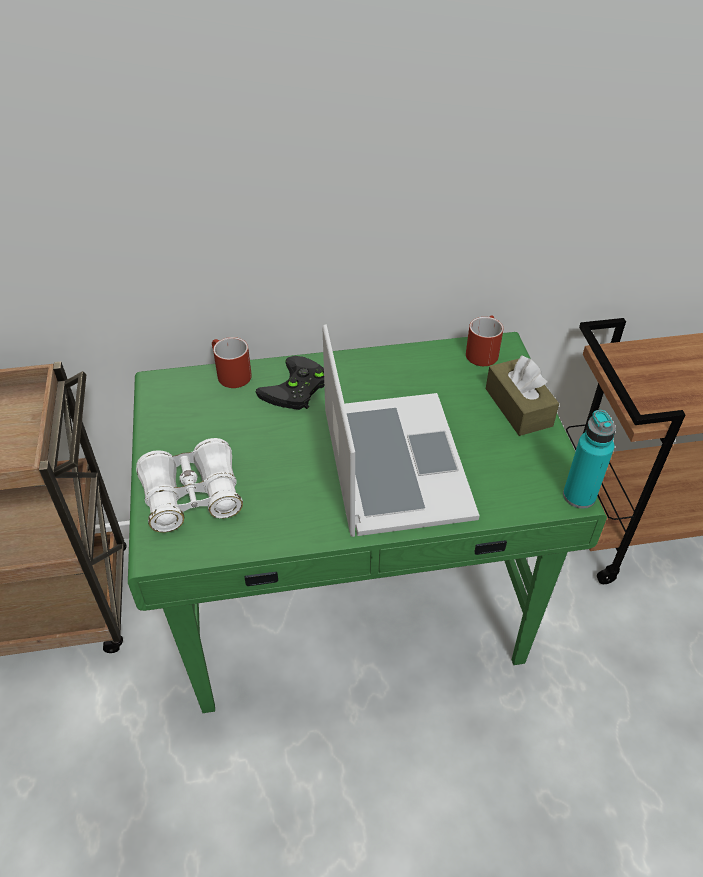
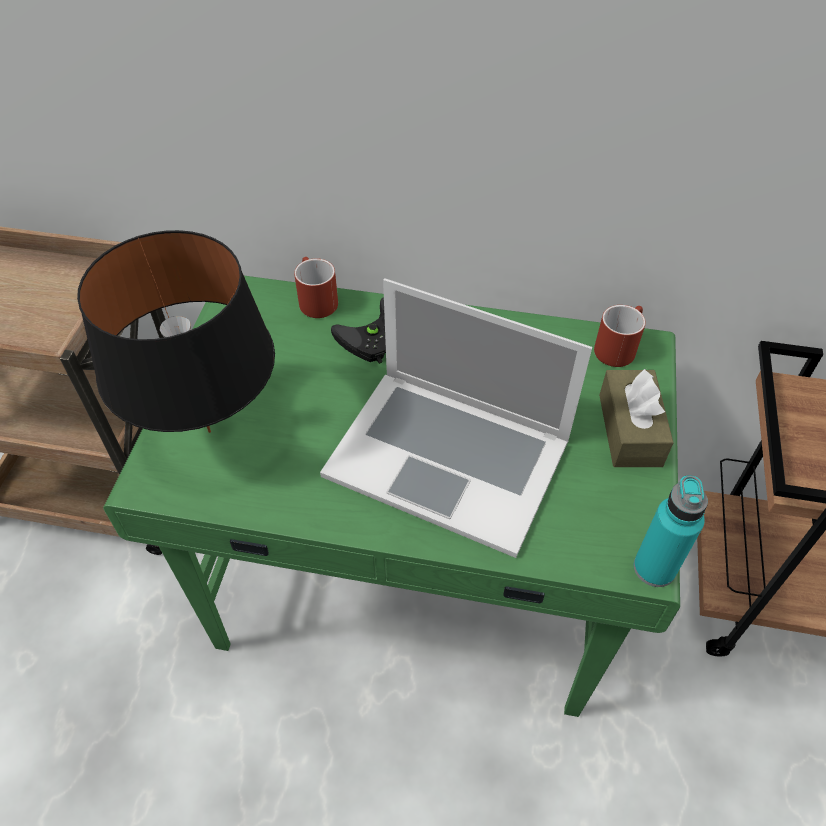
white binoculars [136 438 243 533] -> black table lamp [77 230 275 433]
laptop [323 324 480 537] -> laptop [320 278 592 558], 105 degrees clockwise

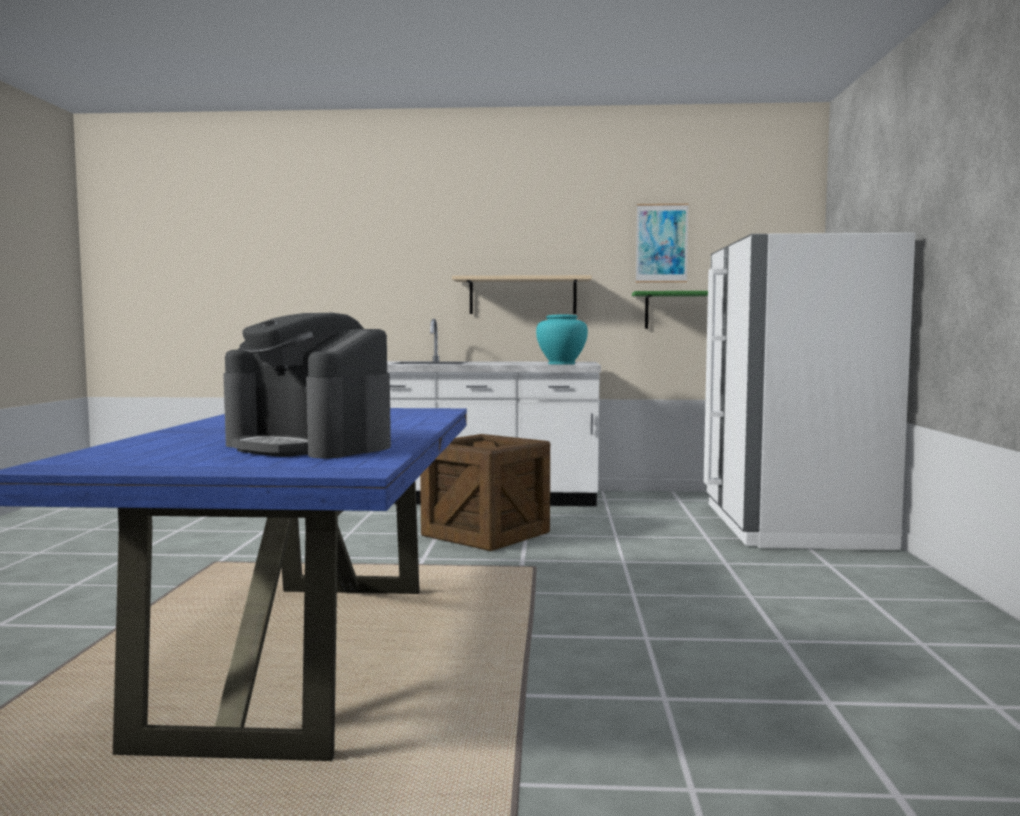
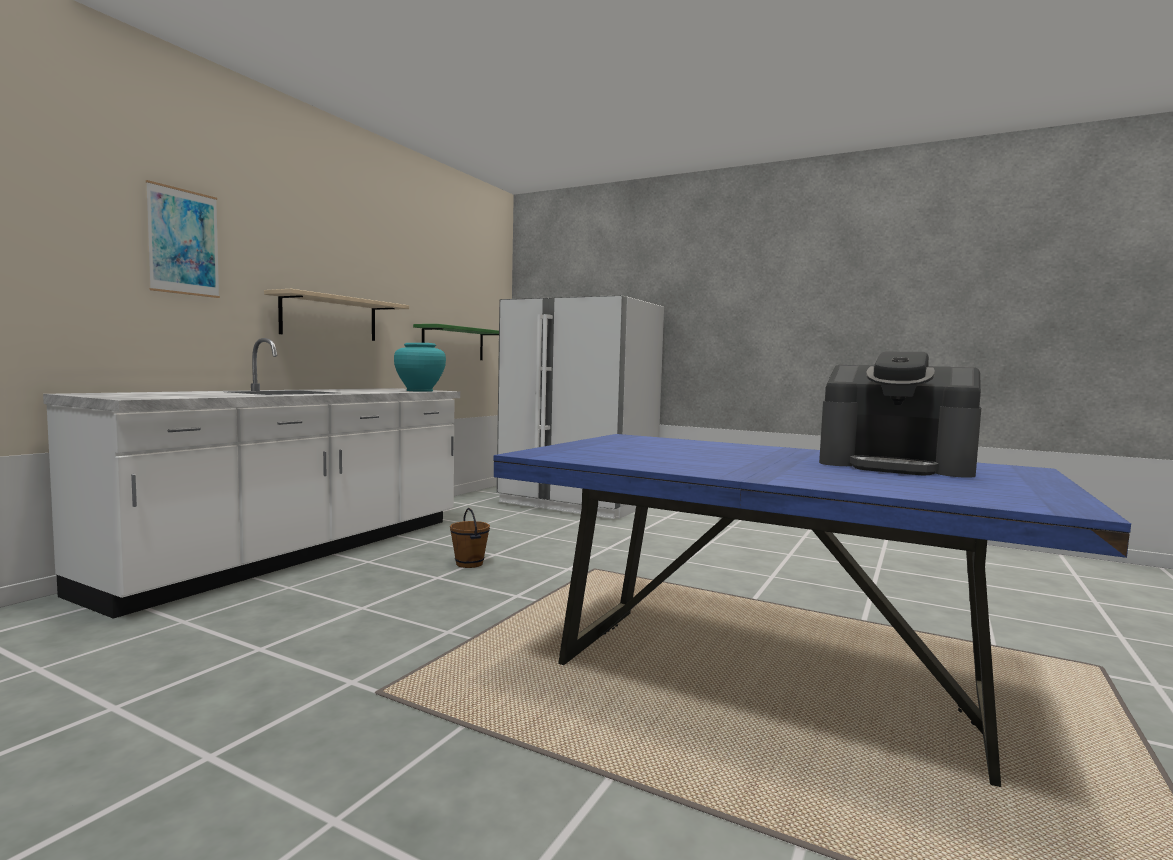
coffee machine [223 313 391 458] -> coffee machine [819 351 981 478], 60 degrees clockwise
crate [420 434 550 551] -> brown bucket [450 508 490 568]
picture [636 204 689 283] -> picture [146 180 220 298], shifted

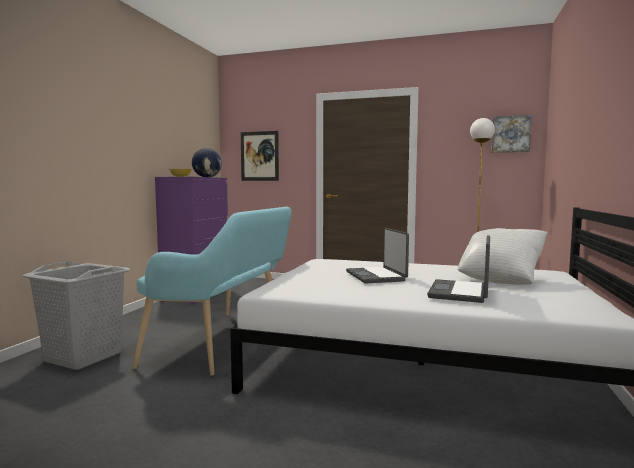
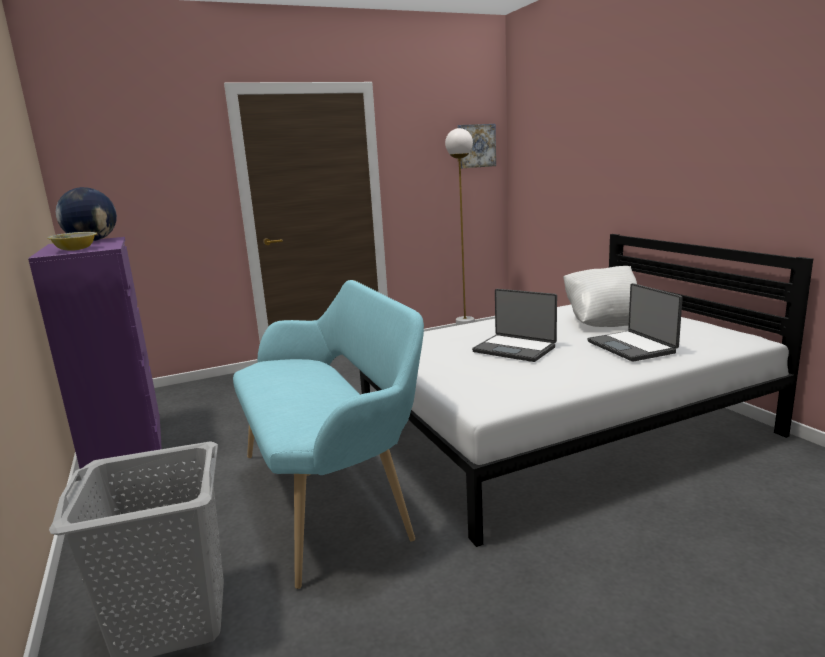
picture [241 131 279 181] -> none

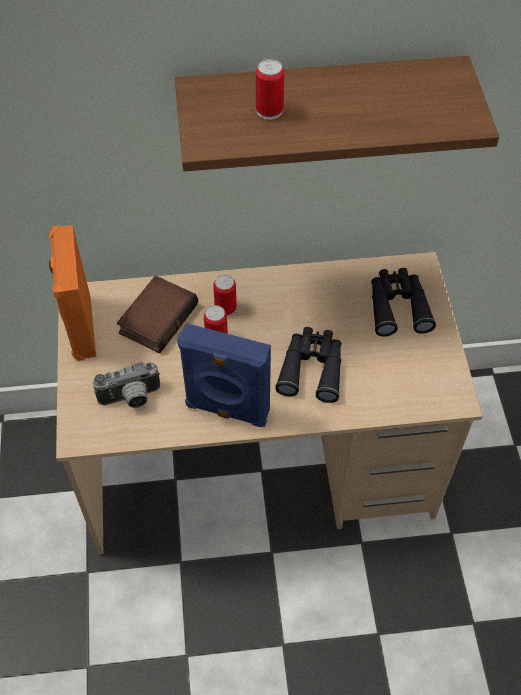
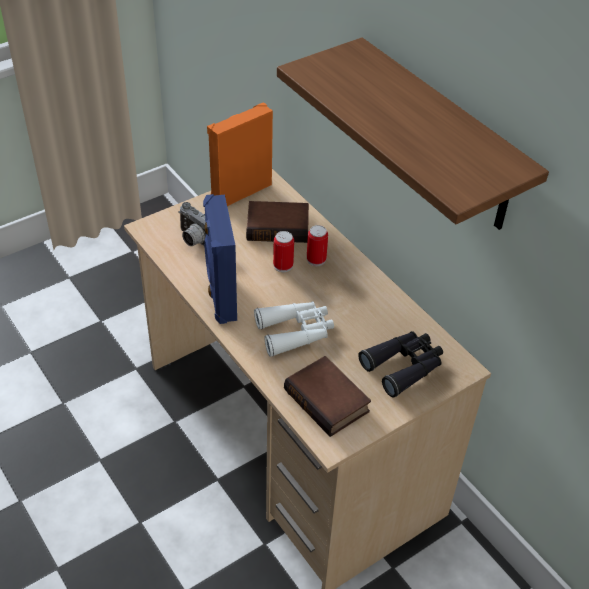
can [256 59 284 120] -> none
black binoculars [275 327 341 403] -> white binoculars [254 301 334 357]
none -> book [284 356 371 437]

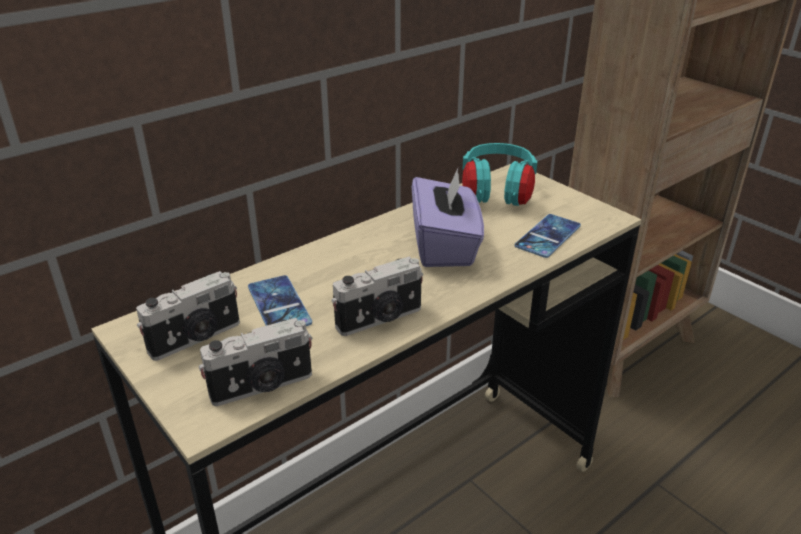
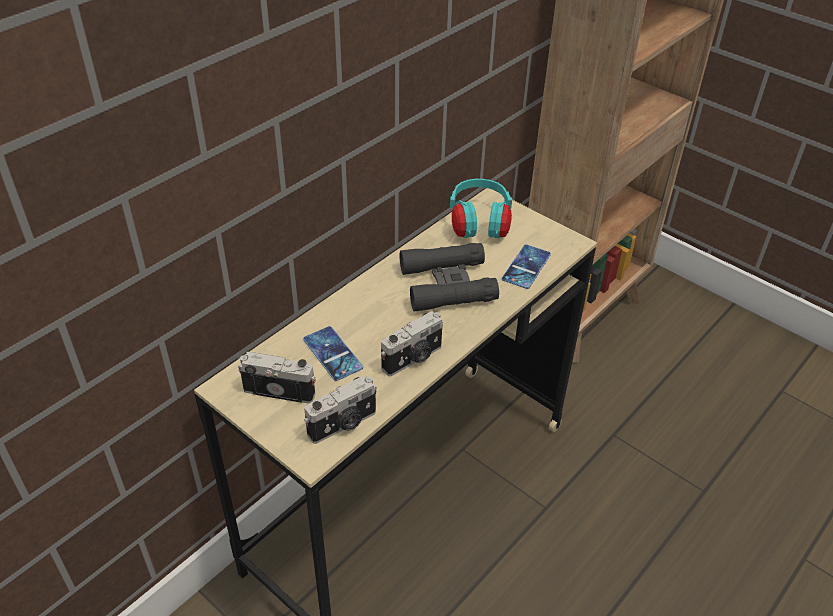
photo camera [136 271 240 361] -> photo camera [238 351 316 404], 120 degrees counterclockwise
purple tissue box [412 168 484 267] -> black binoculars [400 243 499 312]

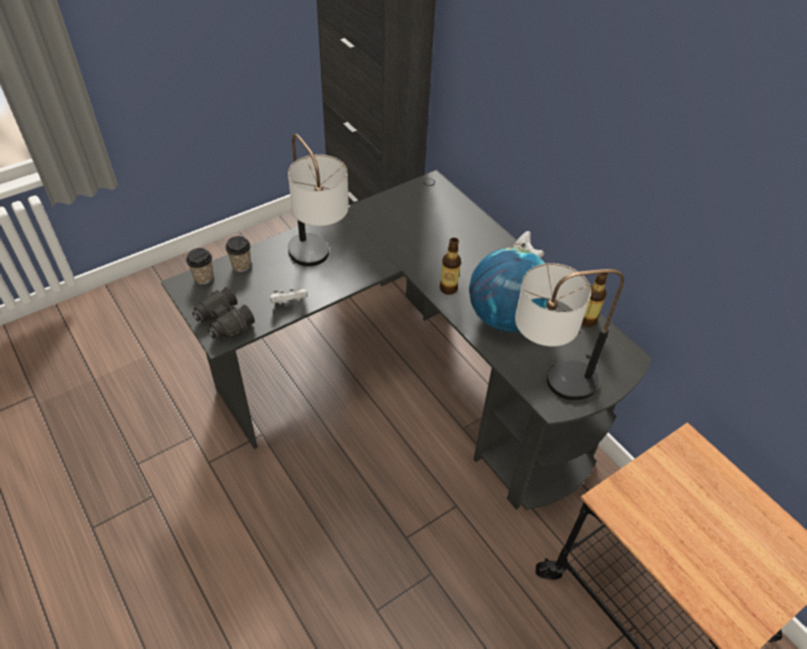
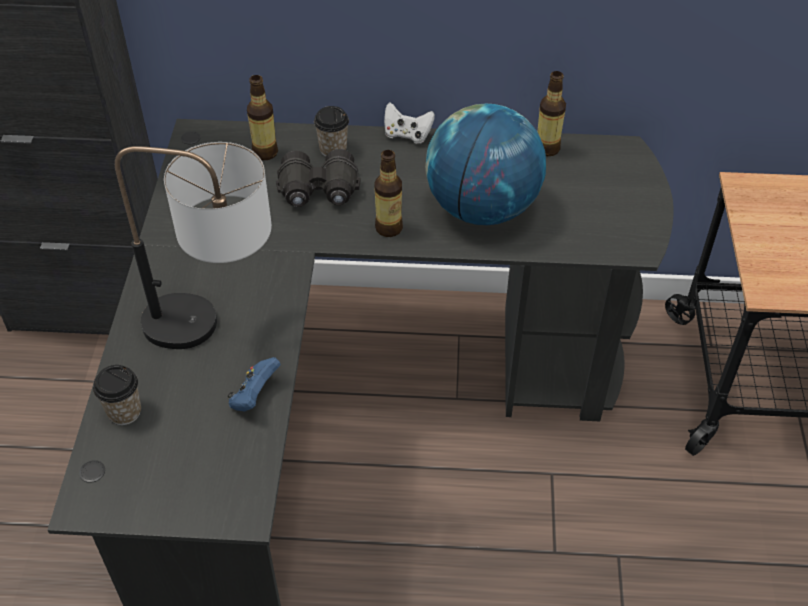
cup [186 248 213 284] -> cup [314 106 349 156], shifted
black binoculars [192 287 255 340] -> black binoculars [276 149 361 207], shifted
white game controller [270 289 308 305] -> blue game controller [227 357 281 411]
table lamp [515 263 624 400] -> none
none -> bottle [247 75 278 160]

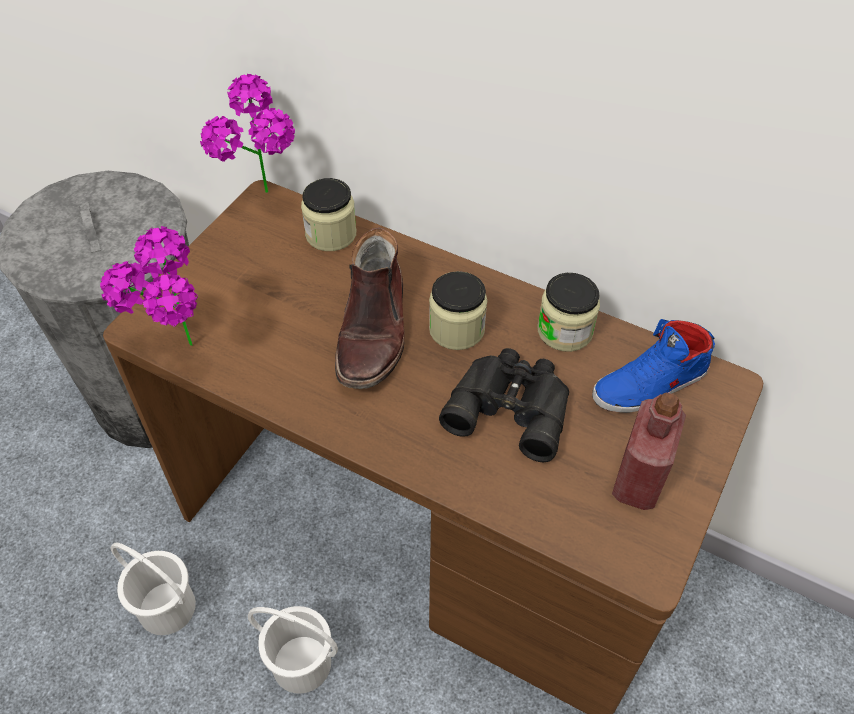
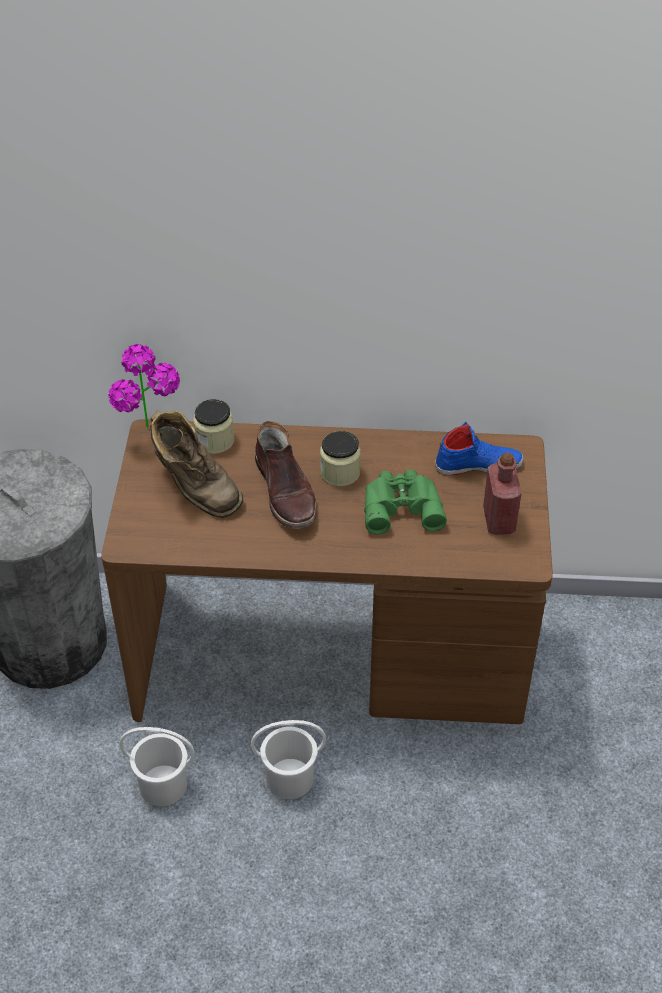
potted plant [100 226 198 346] -> none
black binoculars [439 348 569 462] -> green binoculars [364 470 447 534]
jar [538 273 600 352] -> none
blue shoe [592 319 715 413] -> blue shoe [435 422 523 475], 135 degrees counterclockwise
none -> brown boot [150 410 243 518]

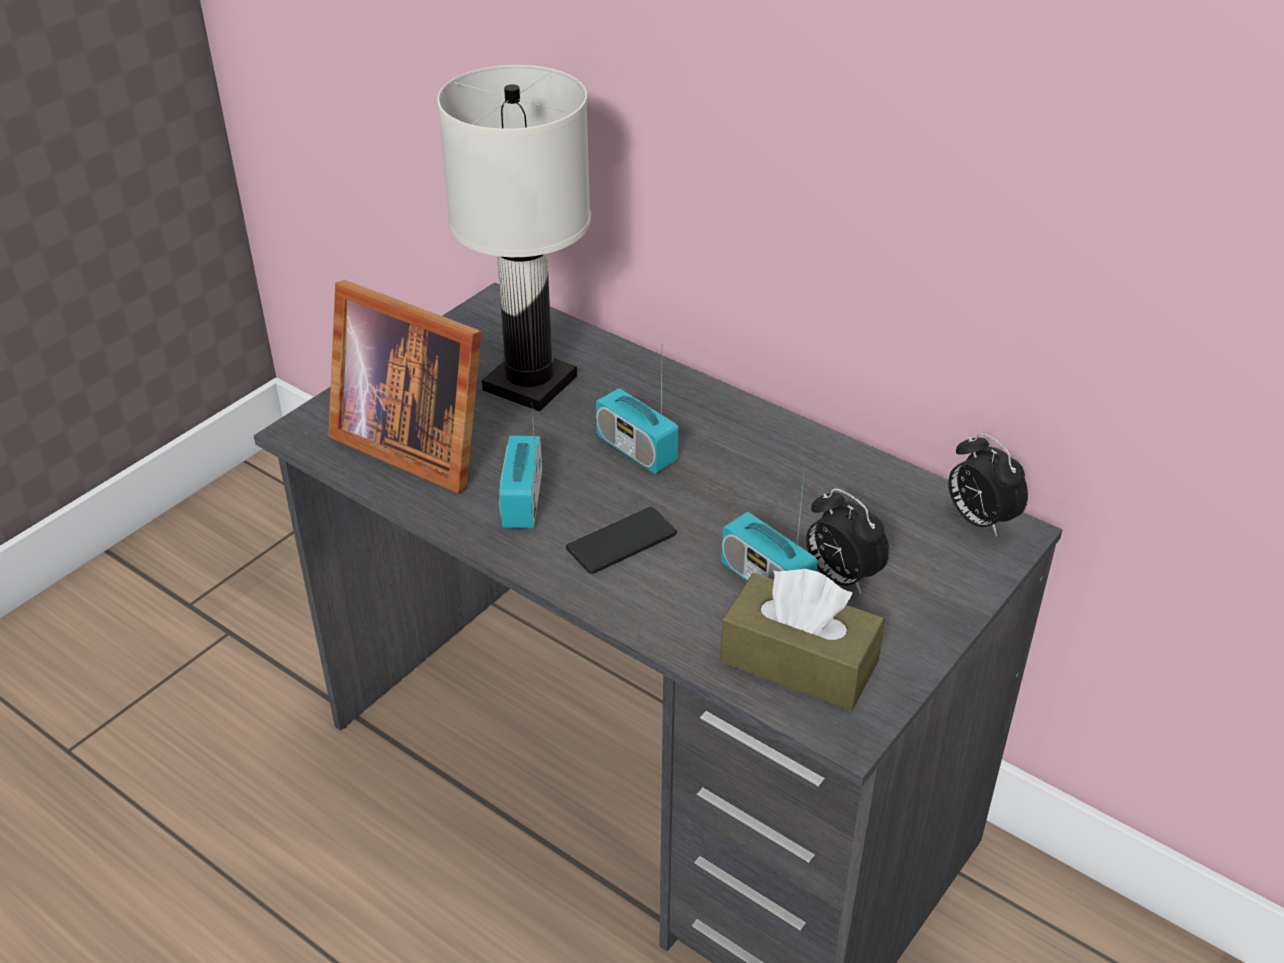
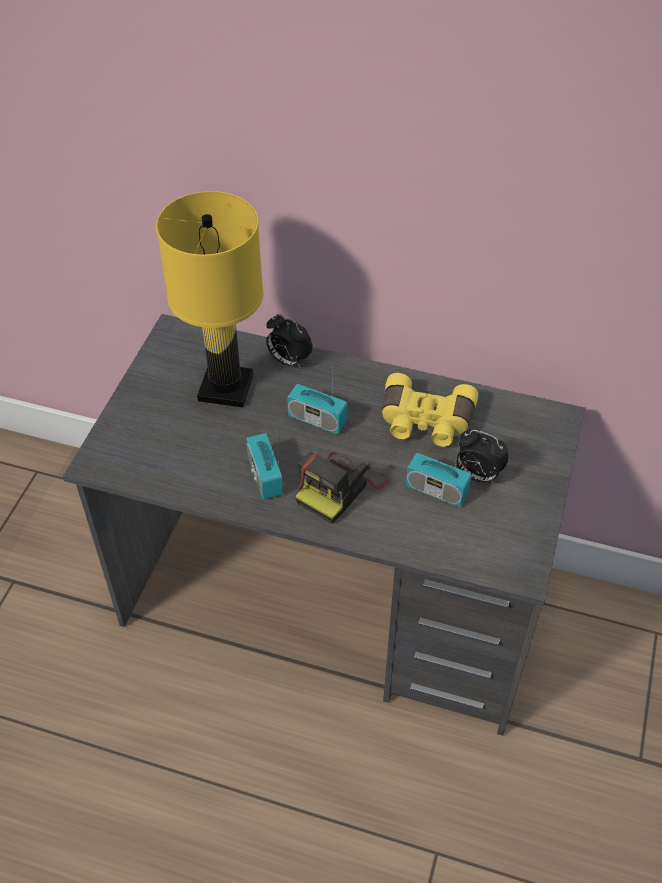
picture frame [328 280 482 494] -> none
white table lamp [437 65 591 411] -> yellow table lamp [156 191 263 407]
phone [566 507 677 574] -> photo camera [296 452 388 524]
brown tissue box [720 569 885 711] -> none
alarm clock [948 432 1028 537] -> alarm clock [266 314 313 369], shifted
none -> yellow binoculars [382 373 479 447]

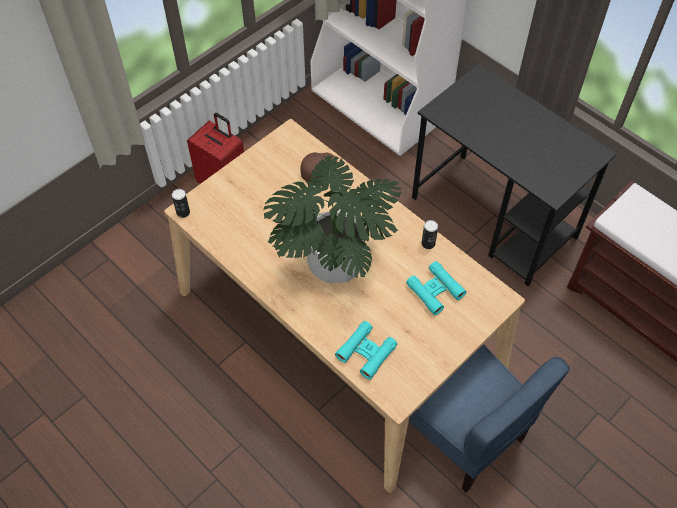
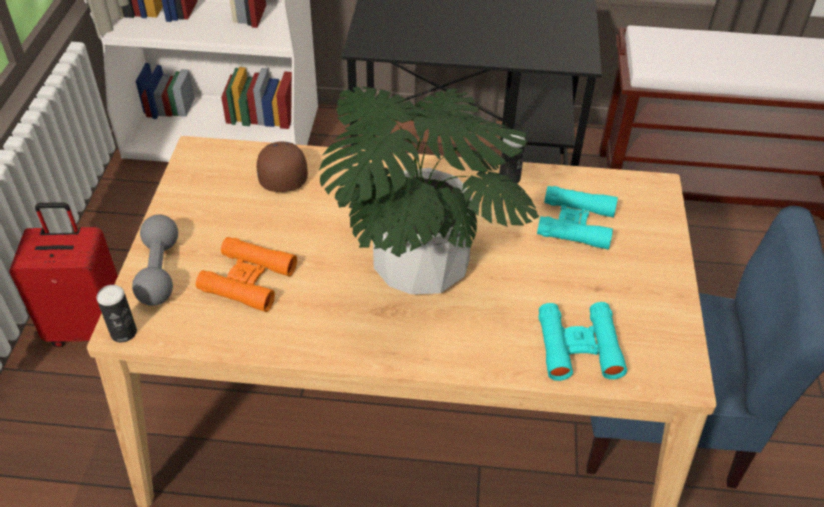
none -> grey dumbbell [132 215 178 306]
none -> orange binoculars [196 237 297 312]

